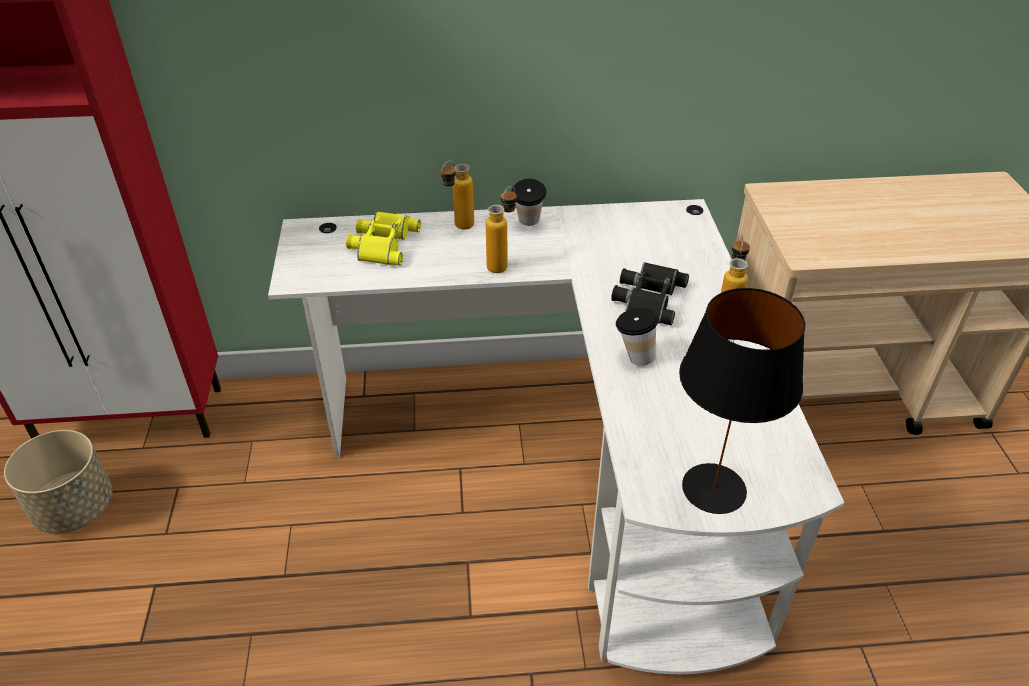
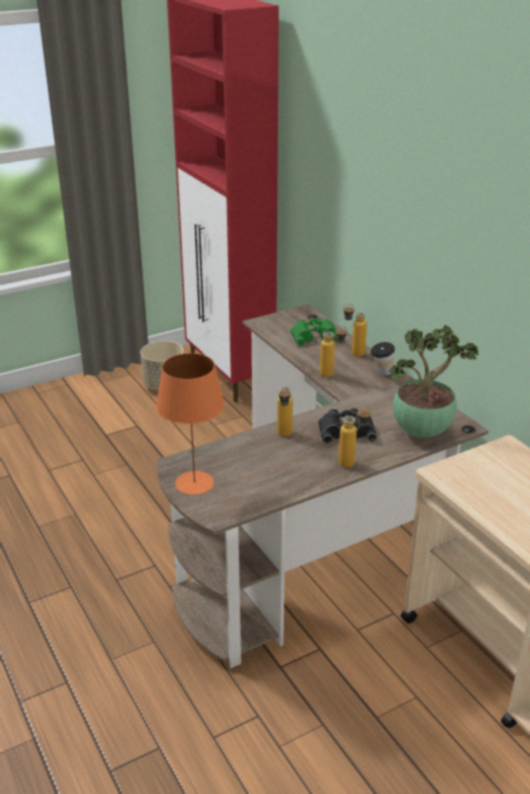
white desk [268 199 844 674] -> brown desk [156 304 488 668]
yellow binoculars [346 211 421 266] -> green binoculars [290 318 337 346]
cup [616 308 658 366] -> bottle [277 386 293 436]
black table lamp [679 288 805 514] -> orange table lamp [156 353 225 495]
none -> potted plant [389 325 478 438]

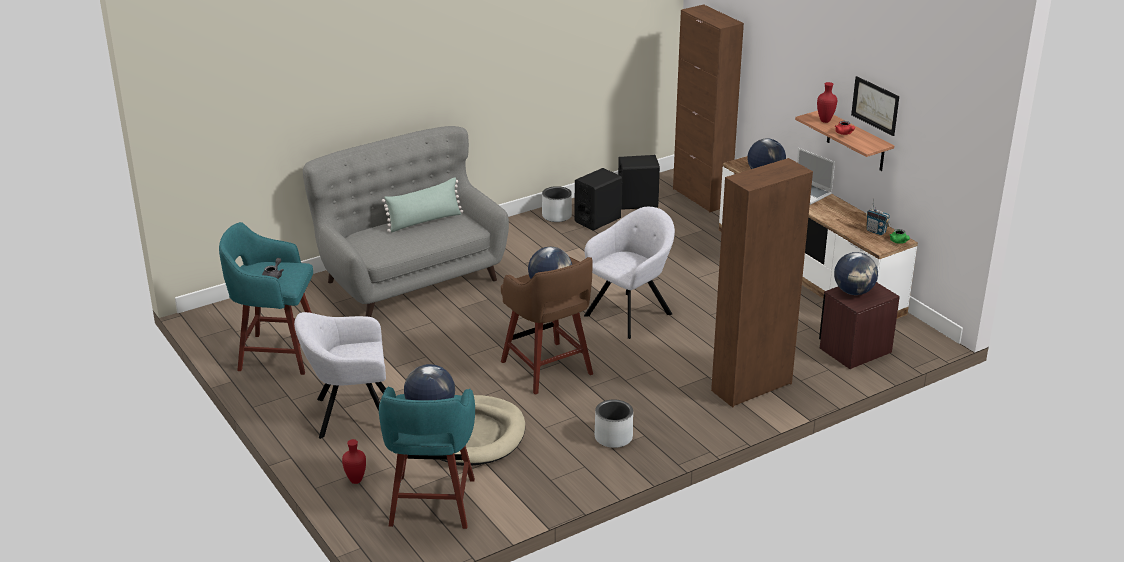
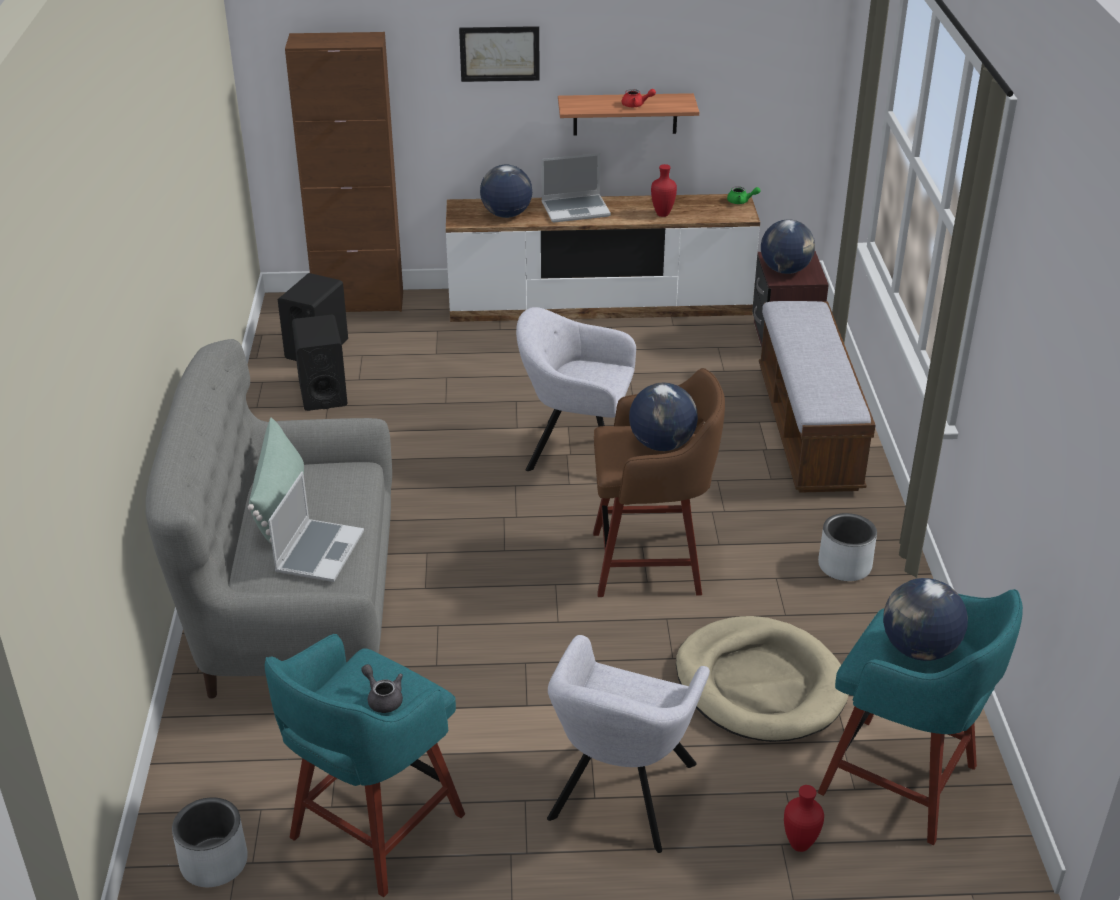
grey planter [542 186 572 222] -> grey planter [172 797 248 887], shifted
grey armchair [584 207 675 339] -> grey armchair [516 307 636 471], 60 degrees counterclockwise
brown cabinet [711 158 813 408] -> bench [759 301 876 493]
red vase [817 82 837 123] -> red vase [651 164 677 217], shifted
picture [851 76 899 136] -> picture [459 26 540 82], shifted
radio [866 198 890 235] -> none
none -> laptop [268 471 364 582]

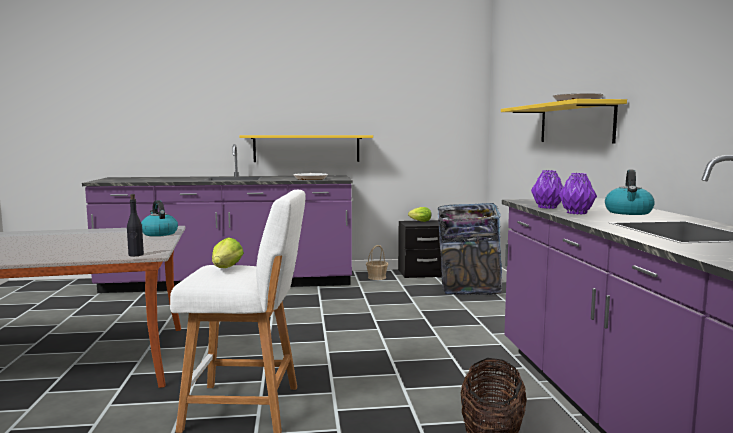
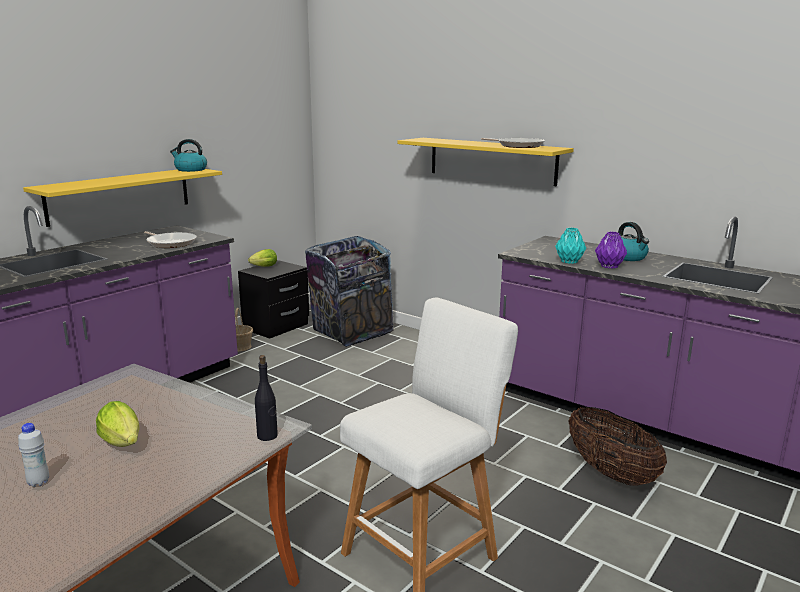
kettle [141 200 178 236] -> kettle [170 139 207 172], shifted
lettuce [212 238 244 268] -> lettuce [96 401 140 447], shifted
purple vase [531 170 564 209] -> turquoise vase [555 228 586 264]
none -> white bottle [18 423 49 487]

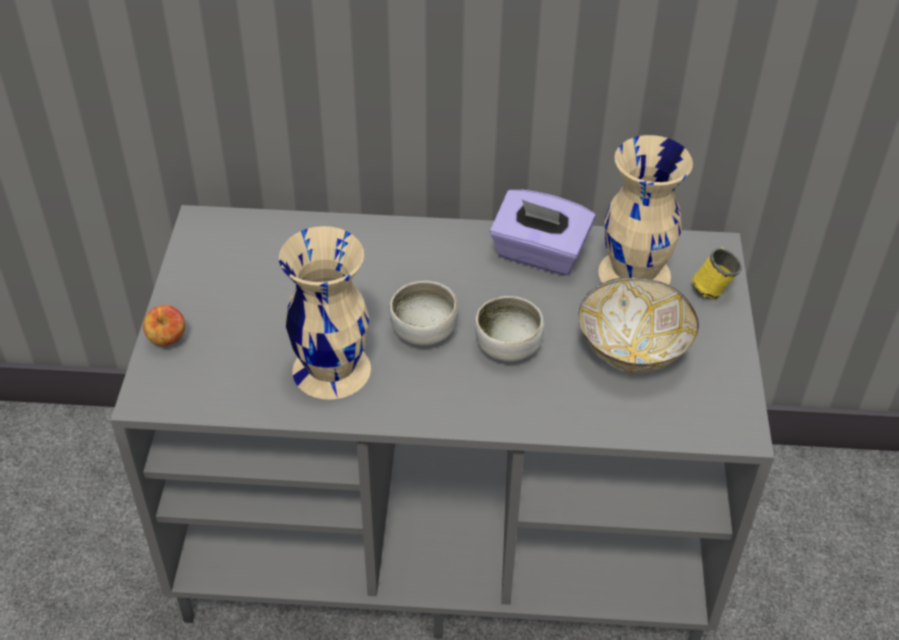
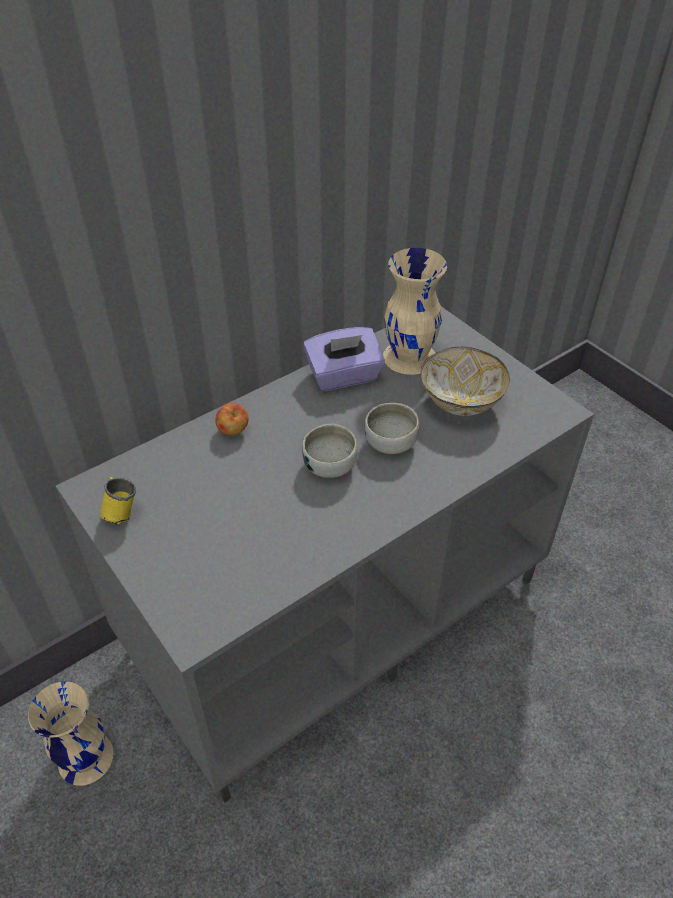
apple [143 305 185 346] -> apple [216 403 248 435], shifted
beige vase [279 226 371 400] -> beige vase [28 681 113 786], shifted
yellow mug [692 247 742 299] -> yellow mug [101 477 136 525], shifted

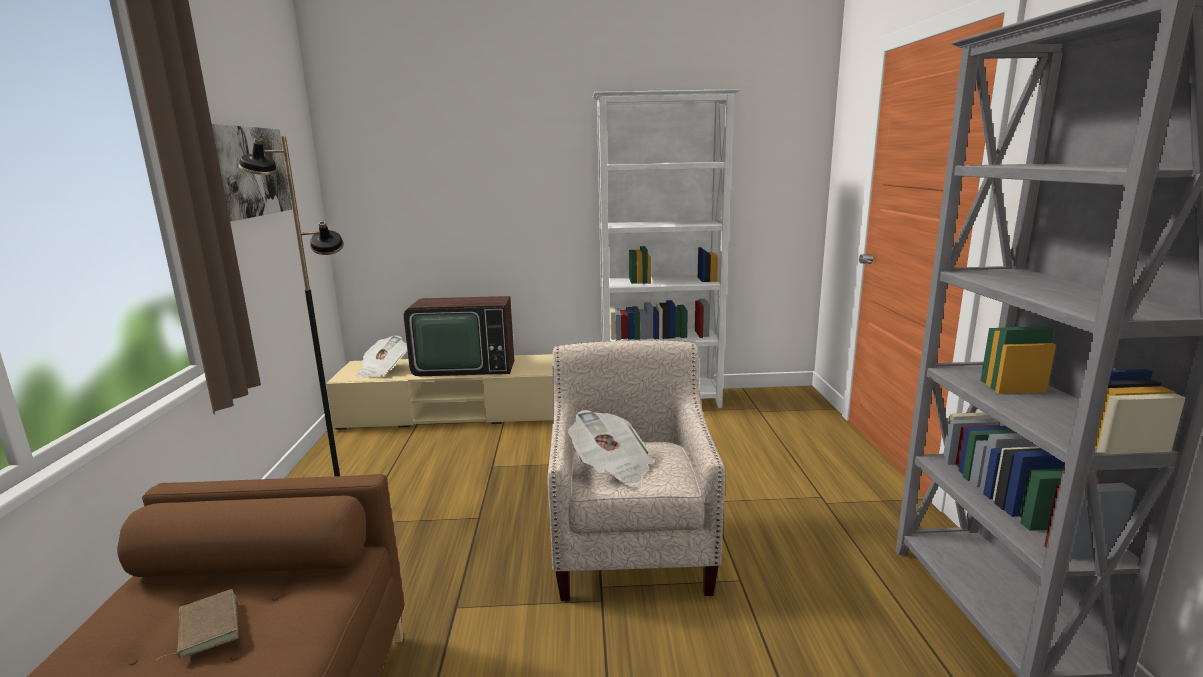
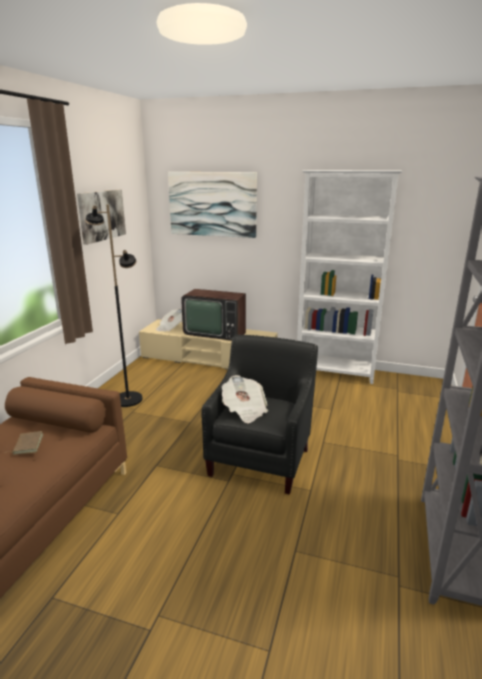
beige armchair [548 340 725 601] -> black armchair [201 335 318 495]
none -> picture [168 172 257 238]

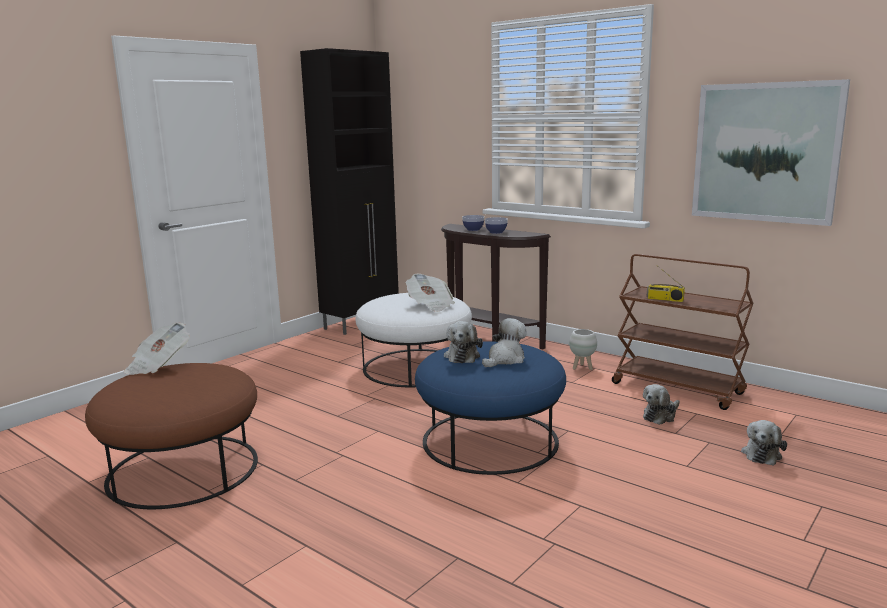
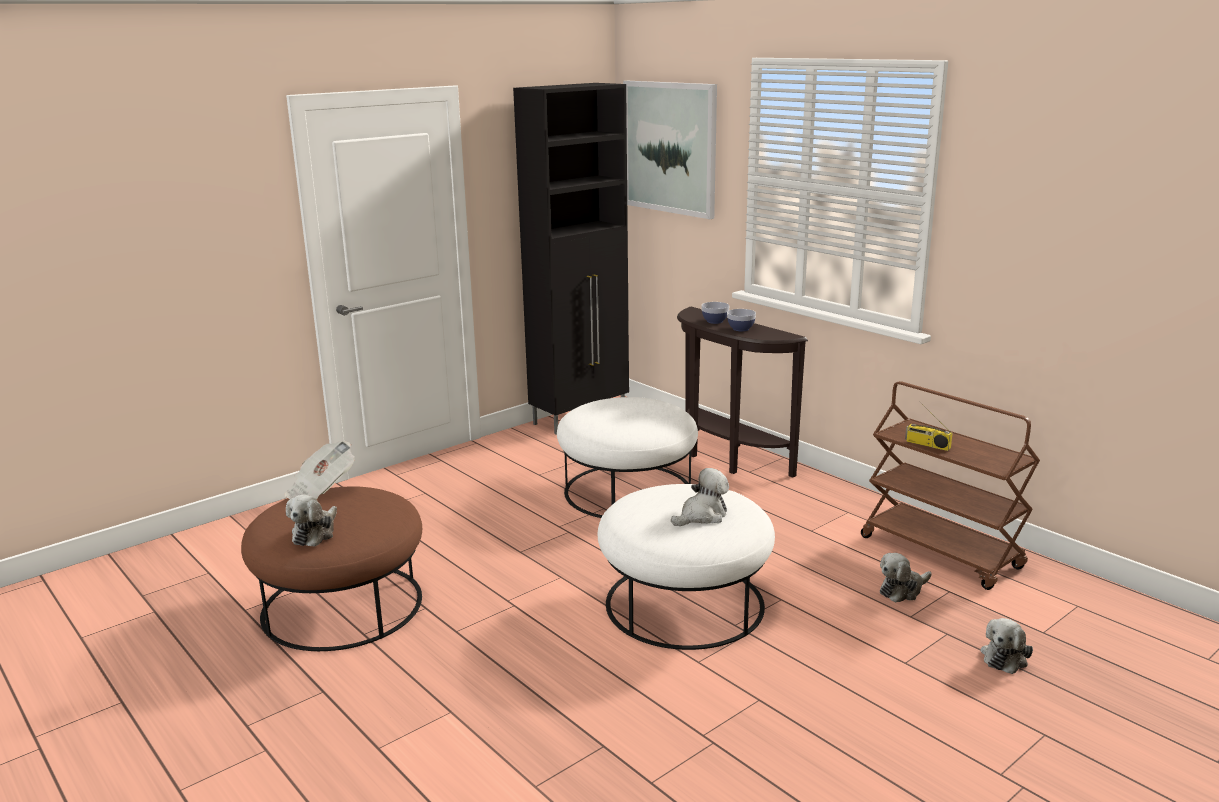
newspaper [406 273 455 312] -> none
blue ottoman [415 341 566 475] -> white ottoman [598 484 775 650]
plush toy [444 321 483 363] -> plush toy [286 495 337 547], shifted
white planter [569 329 597 370] -> none
picture [692 79 850 226] -> picture [623 81 717 219], shifted

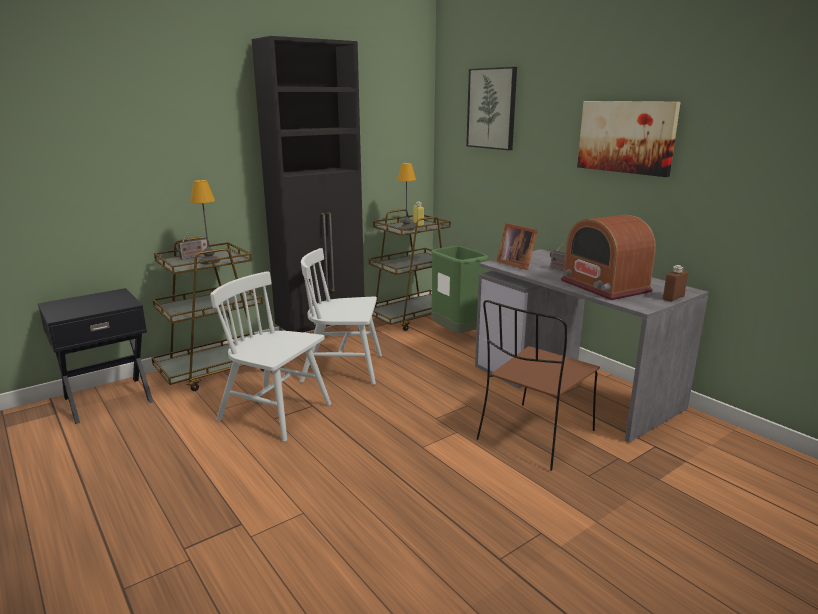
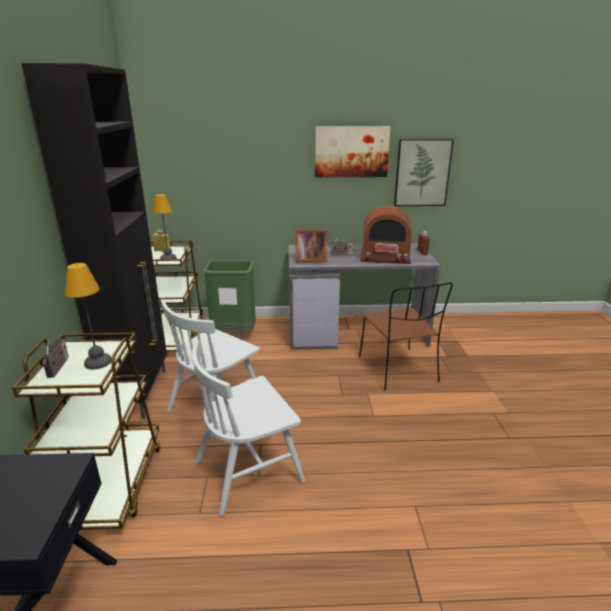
picture [466 67 517 150] -> picture [394 139 454 206], shifted

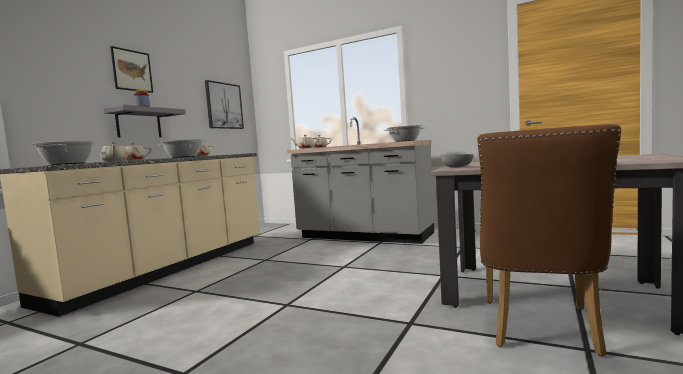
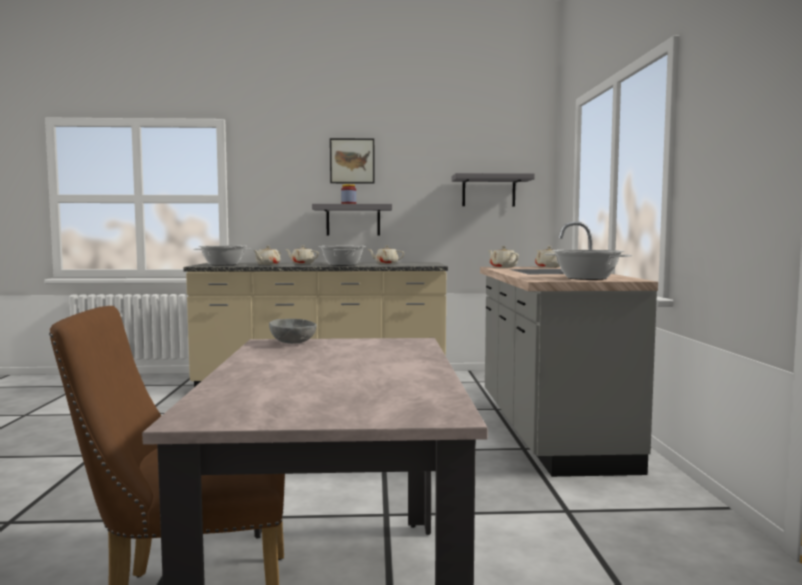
picture [205 80 244 129] -> grey shelf [451 173 535 206]

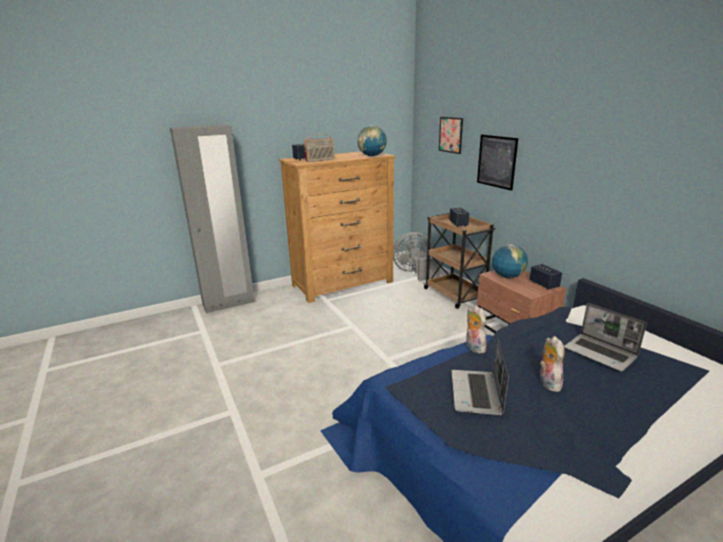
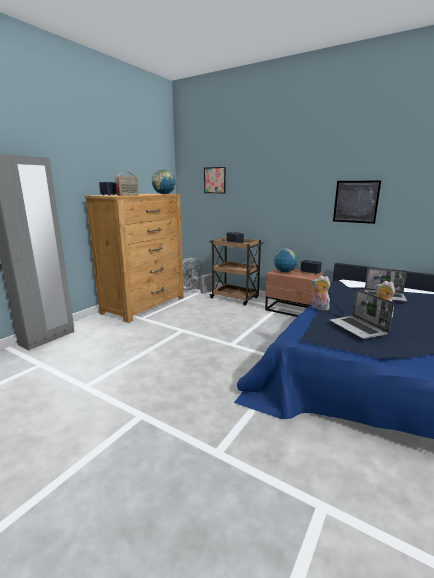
picture [477 134 518 191] -> picture [333 181 381 224], shifted

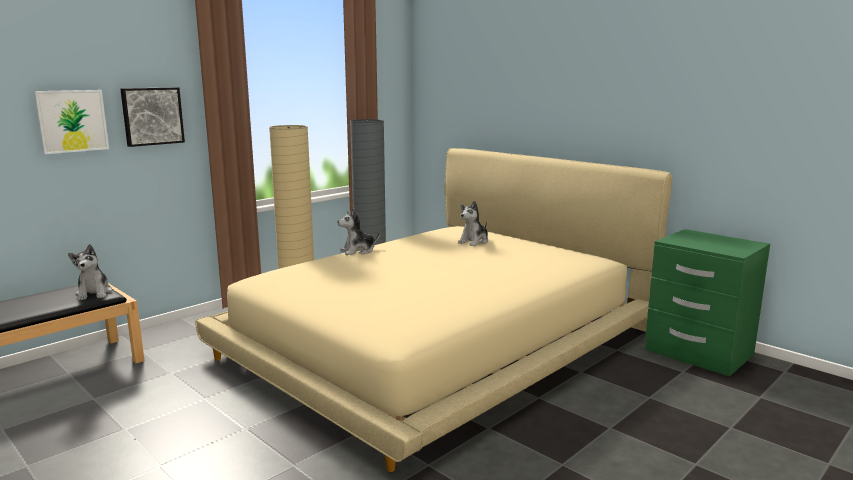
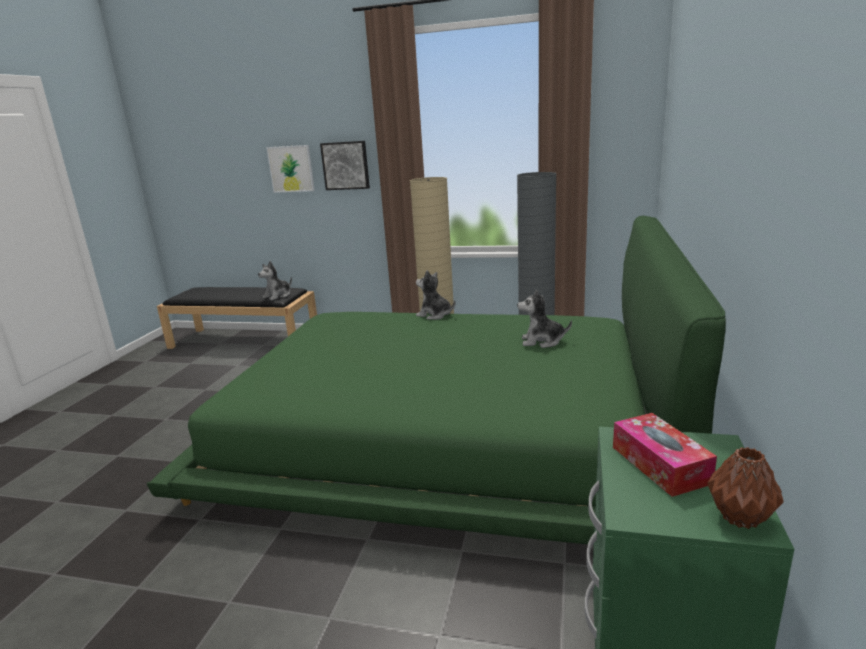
beige bed [195 148 672 472] -> green bed [147 216 726 545]
none -> tissue box [613 413 717 497]
none -> brown vase [707 447 784 529]

